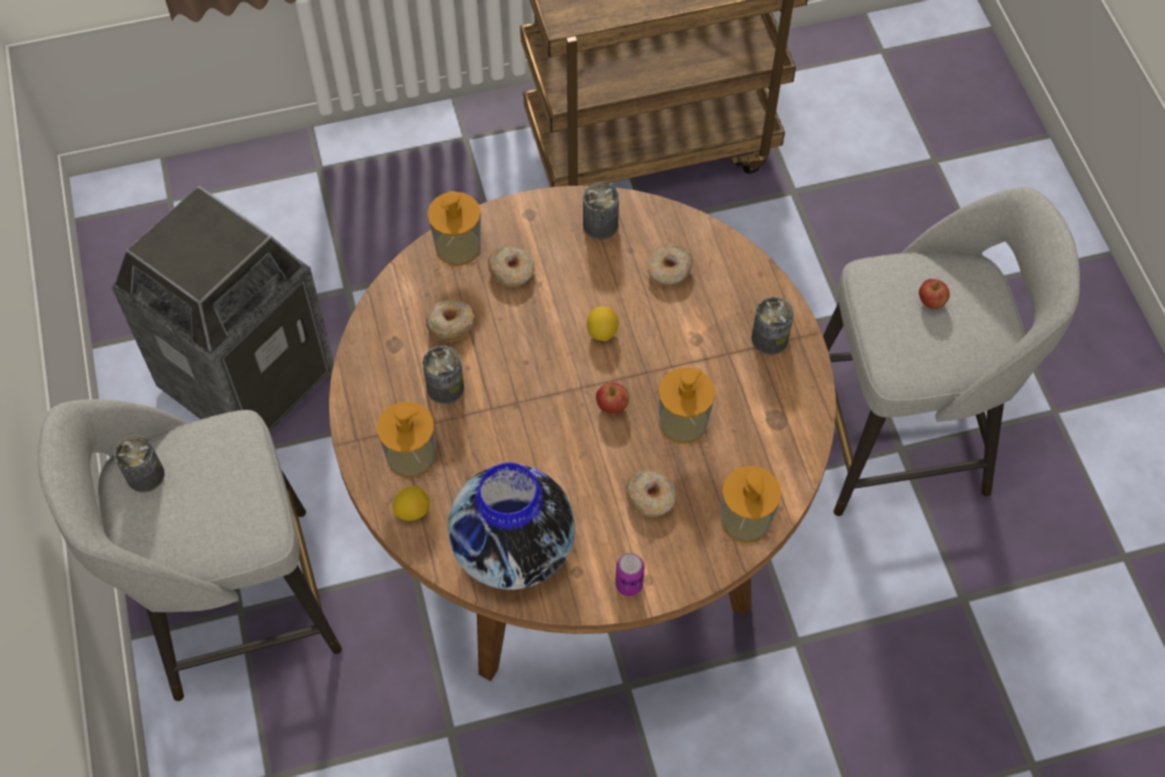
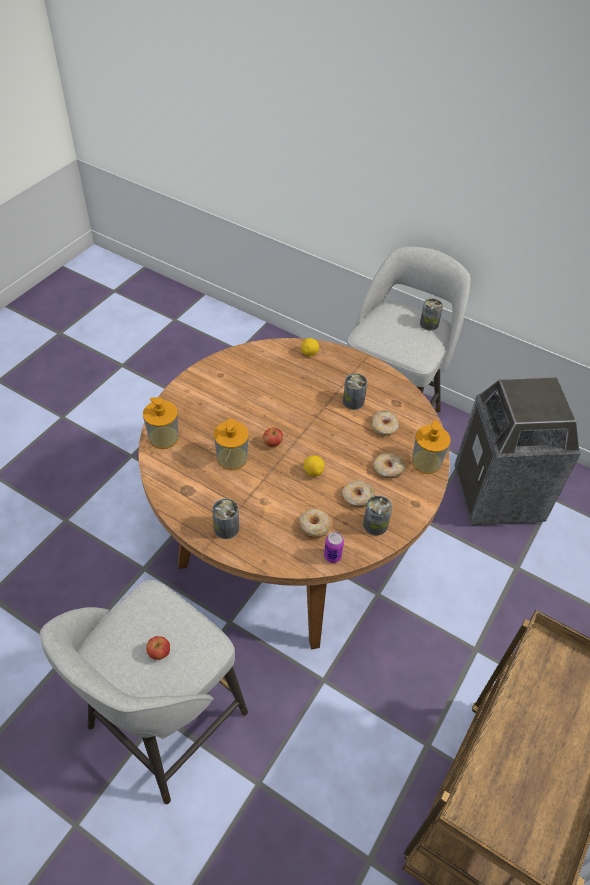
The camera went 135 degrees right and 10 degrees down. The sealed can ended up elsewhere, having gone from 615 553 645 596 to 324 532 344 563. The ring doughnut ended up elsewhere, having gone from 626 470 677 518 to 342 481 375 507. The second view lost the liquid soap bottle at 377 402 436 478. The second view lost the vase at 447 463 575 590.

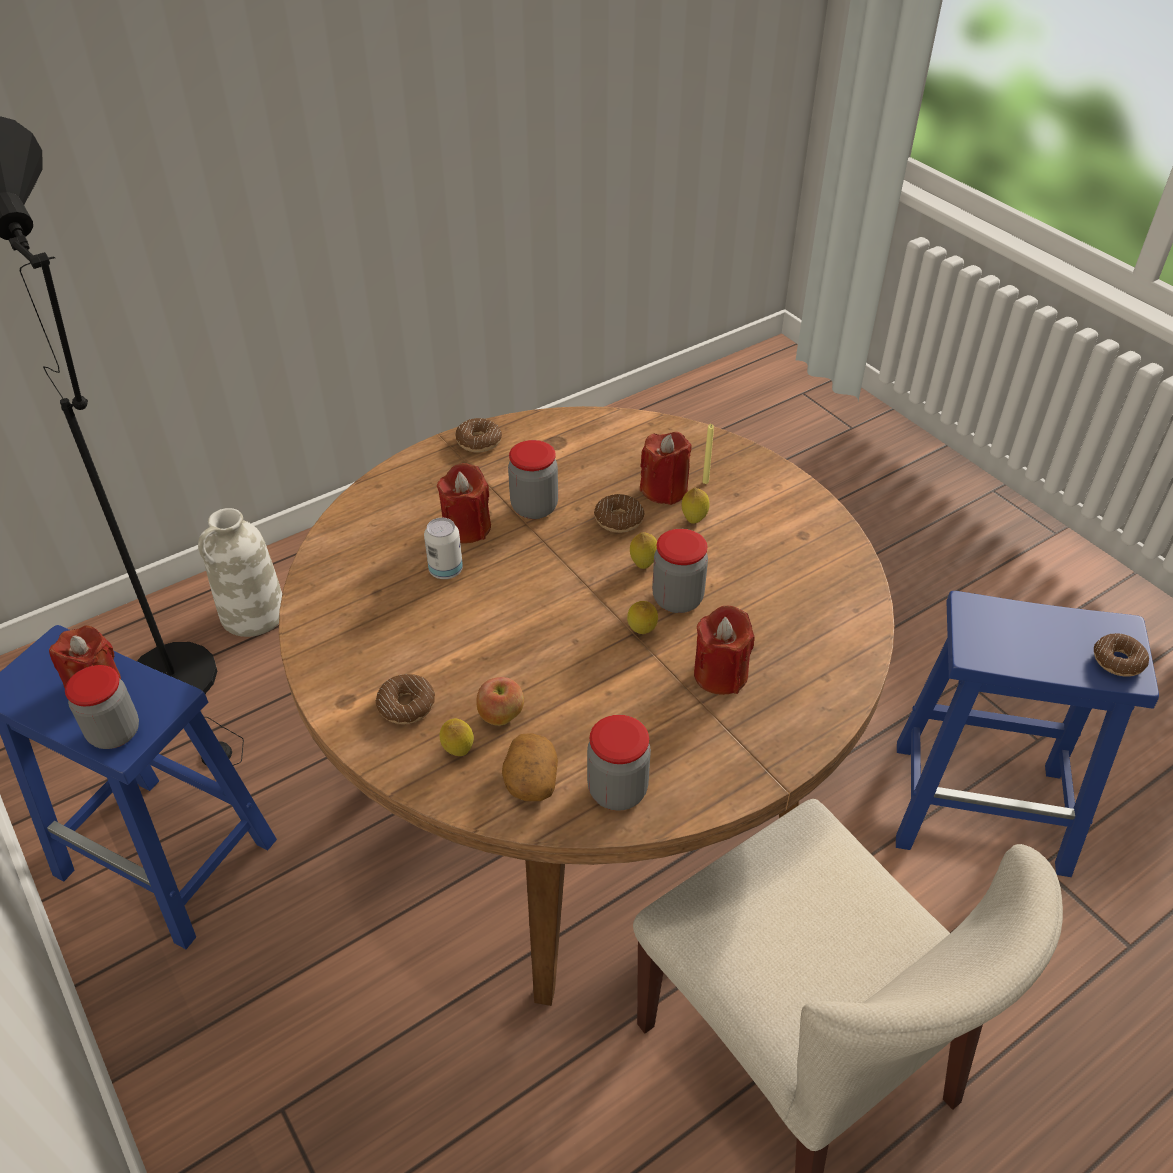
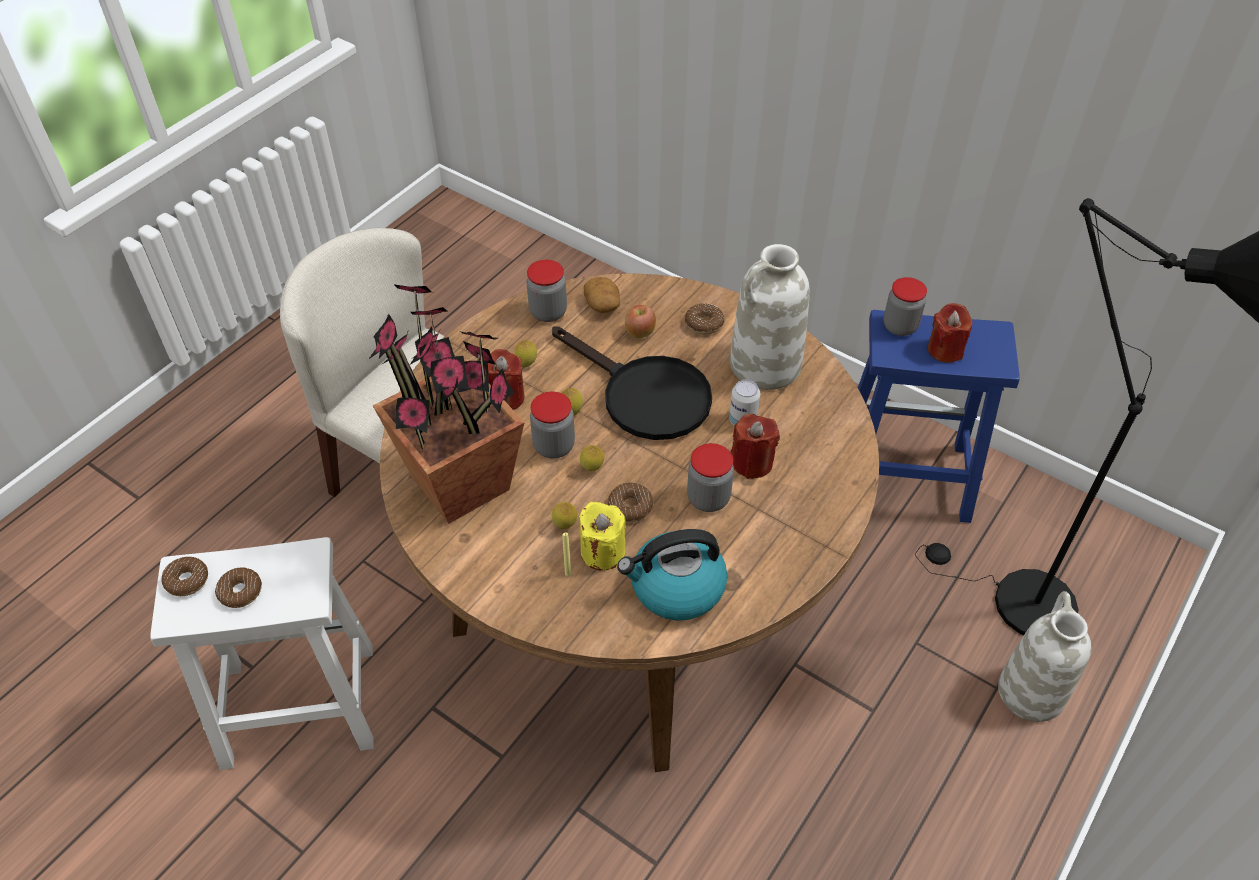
The camera went 160 degrees right and 5 degrees up. What was the bluish stool seat at 896 591 1159 877 turned into the white-coloured stool seat at 150 537 373 770. The ring doughnut ended up elsewhere, having gone from 455 418 502 453 to 215 567 262 608. The second view gained the houseplant at 369 285 524 524. The whole lemon ended up elsewhere, having gone from 439 719 474 756 to 515 340 537 367. The second view gained the black-coloured pan at 552 326 712 440. What was the red candle at 640 432 691 505 turned into the yellow-coloured candle at 579 502 626 571. The second view gained the tea kettle at 617 529 727 621. The second view gained the white-coloured vase at 730 244 810 390.

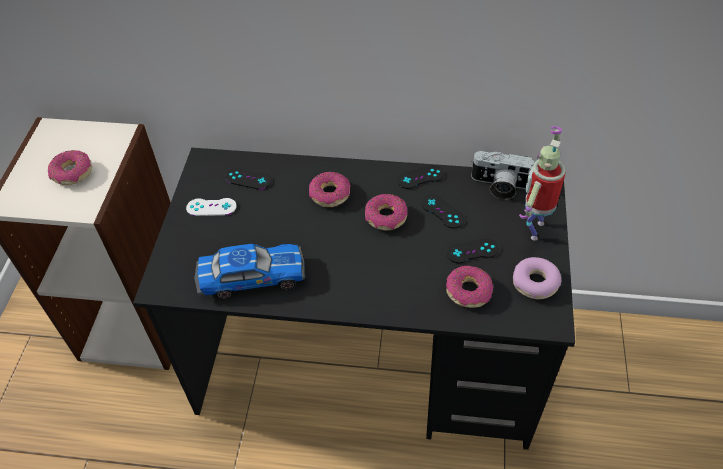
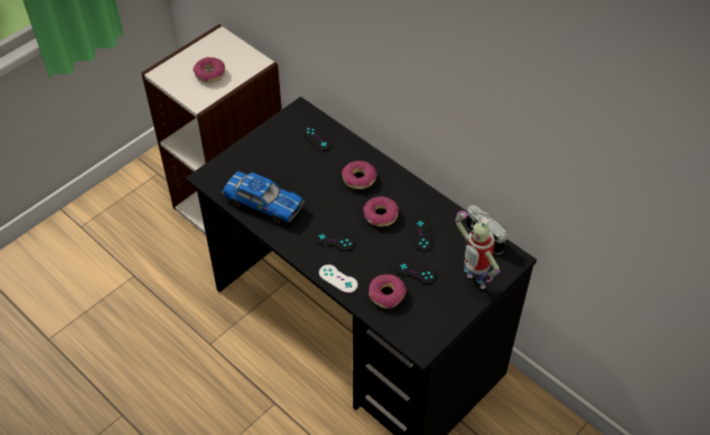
The camera went 35 degrees right and 0 degrees up. The black-coloured game controller ended up elsewhere, having gone from 397 165 444 189 to 314 230 355 251. The white-coloured game controller ended up elsewhere, having gone from 186 198 237 216 to 319 265 358 293. The toy robot at 519 126 565 241 ended up facing another way, 105 degrees counterclockwise from before. The second view lost the ring doughnut at 513 257 561 299.

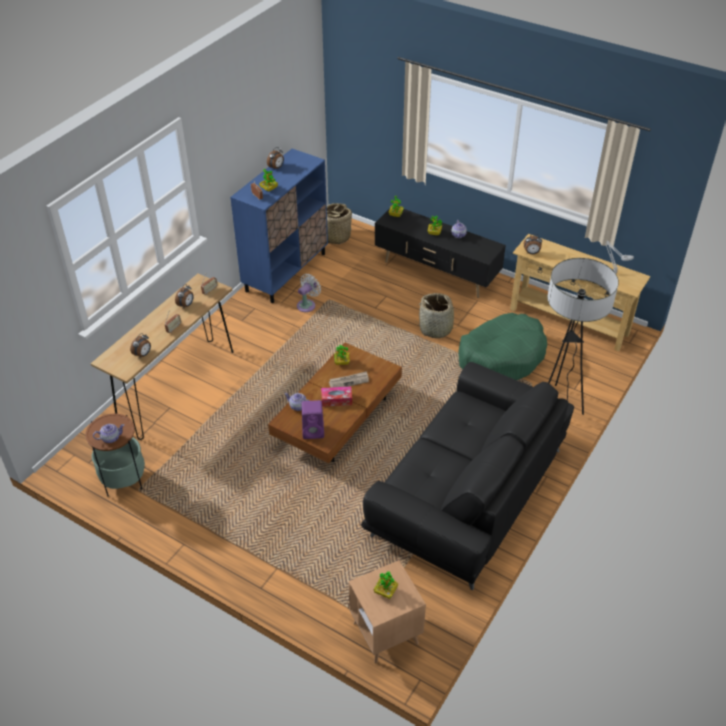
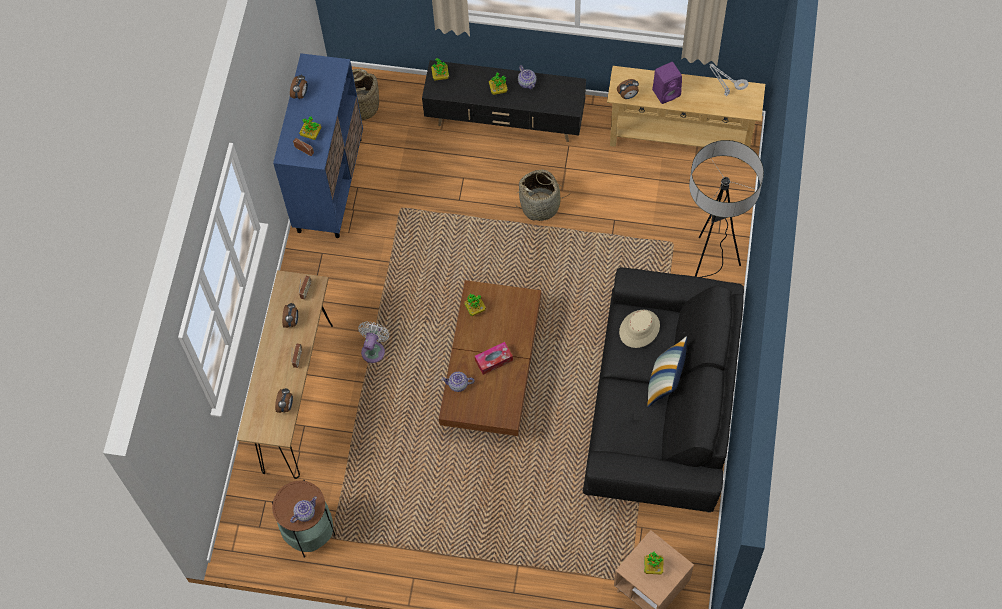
The camera went 20 degrees left and 20 degrees up. The white-coloured electric fan ended up elsewhere, having gone from 297 274 321 312 to 358 322 389 363. The second view gained the sand-coloured wearable hat at 619 310 660 348. The second view gained the throw pillow at 647 336 687 407. The purple-coloured loudspeaker ended up elsewhere, having gone from 302 400 324 439 to 652 62 682 104. The second view lost the daily paper at 329 371 369 387. The second view lost the green-coloured dog cushion at 458 313 547 380.

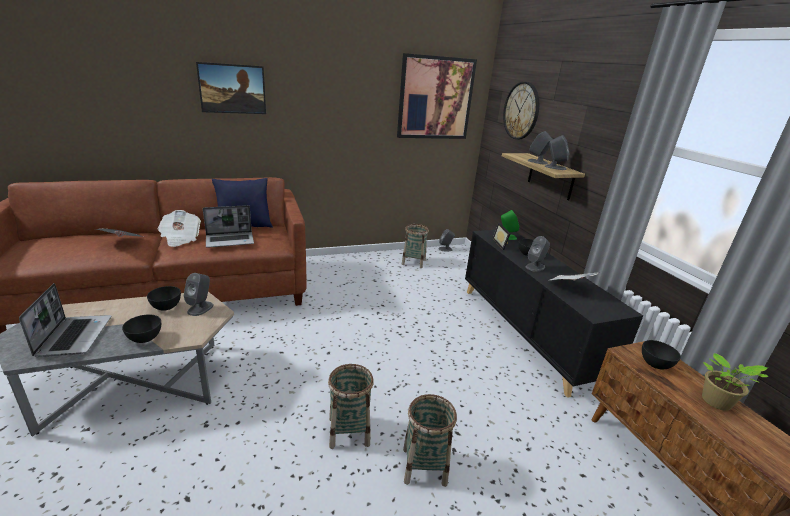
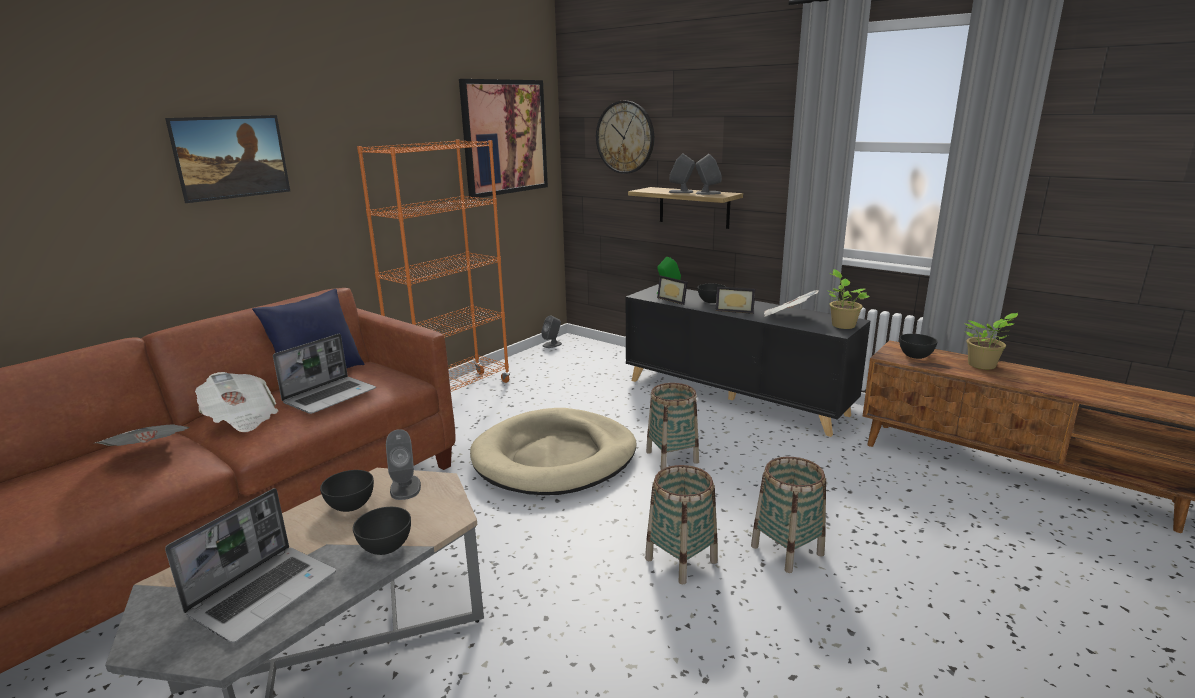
The camera went 30 degrees left and 5 degrees down. The notebook computer at 19 283 111 357 ended up facing another way, 75 degrees clockwise from before. The second view gained the orangey shelving unit at 357 139 510 392. The second view gained the sand-coloured dog cushion at 470 408 637 495. The household basket ended up elsewhere, having gone from 402 224 429 268 to 646 383 699 470. Where the greyish loudspeaker stood at 526 236 550 272, the photo frame came to stand at 715 287 755 314. The second view gained the houseplant at 829 269 869 329.

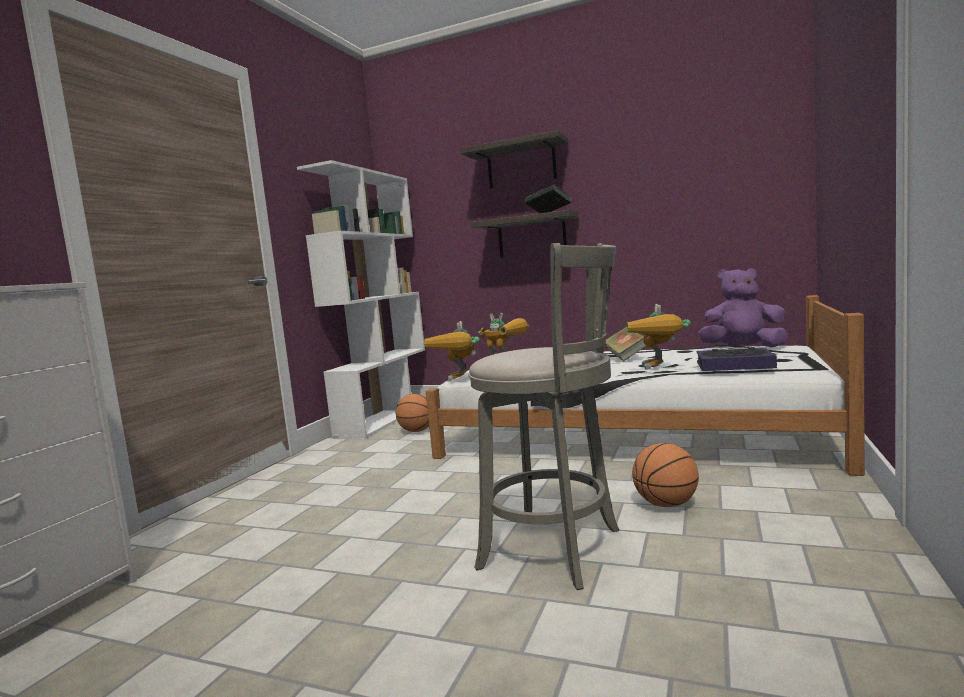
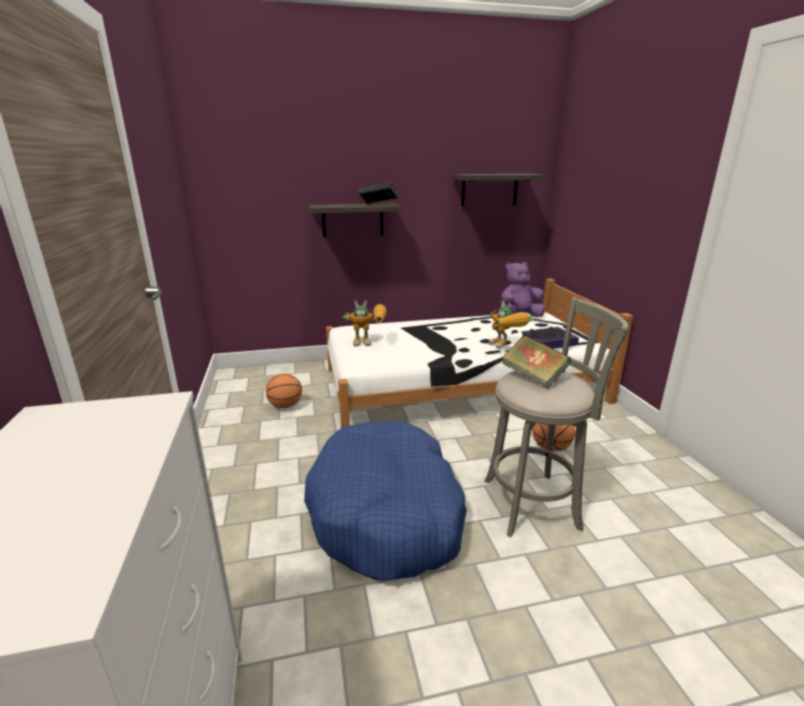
The camera went 35 degrees left and 15 degrees up. The second view gained the bluish dog cushion at 304 420 467 580. The bracket shelf ended up elsewhere, having gone from 460 130 568 189 to 452 174 545 206. The volume ended up elsewhere, having gone from 605 326 647 362 to 502 335 571 389. The second view lost the white-coloured shelving unit at 297 160 425 438. The second view lost the toy robot at 424 321 480 381.

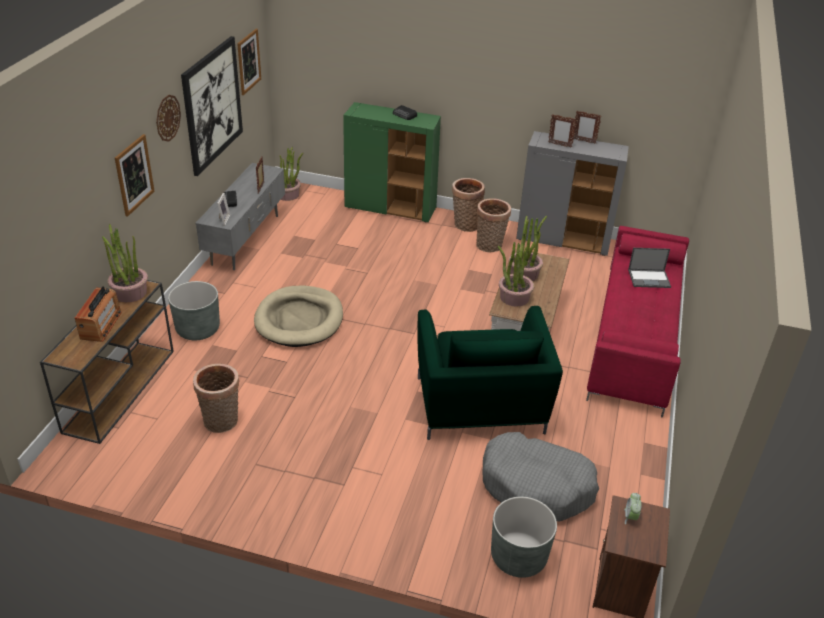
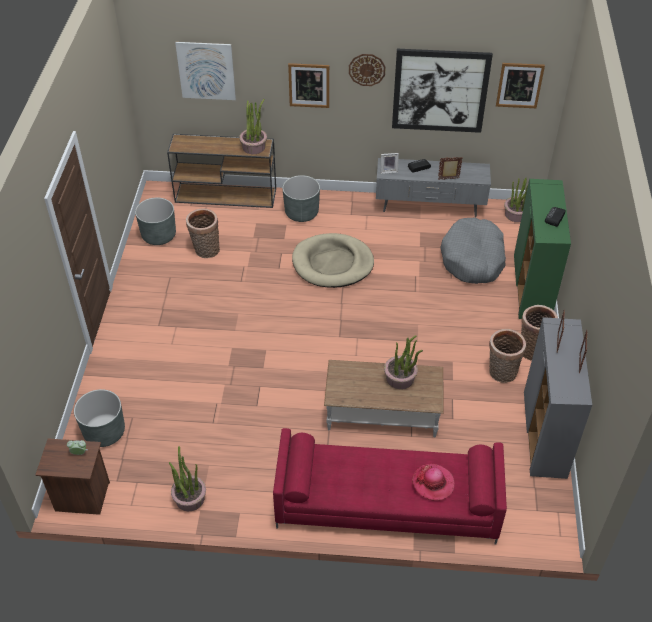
The camera went 80 degrees right and 10 degrees up. The second view gained the greyish flower pot at 135 198 176 245. The houseplant ended up elsewhere, having gone from 498 242 534 307 to 169 446 206 512. The second view gained the wall art at 175 42 236 100. Where the notebook computer stood at 628 248 671 288, the wearable hat came to stand at 412 464 455 501. The greyish dog cushion ended up elsewhere, having gone from 482 432 599 521 to 440 218 506 284. The second view lost the radio at 75 286 122 342. The second view lost the green-coloured armchair at 417 306 563 440.

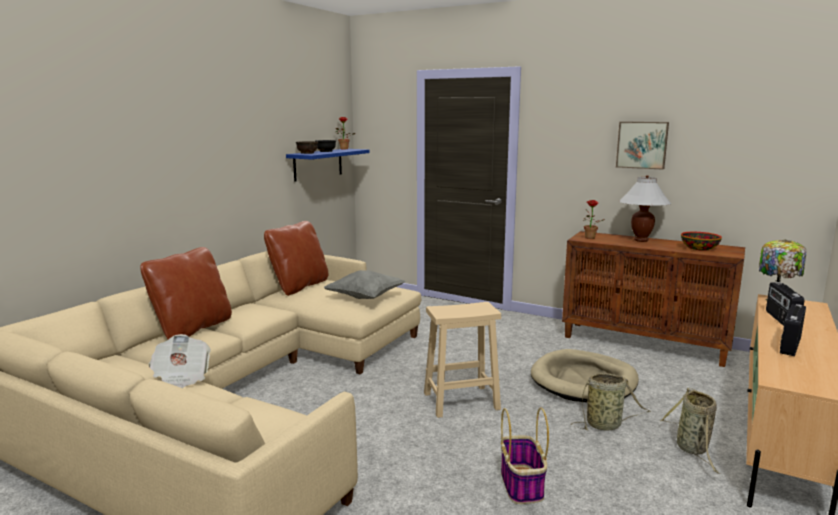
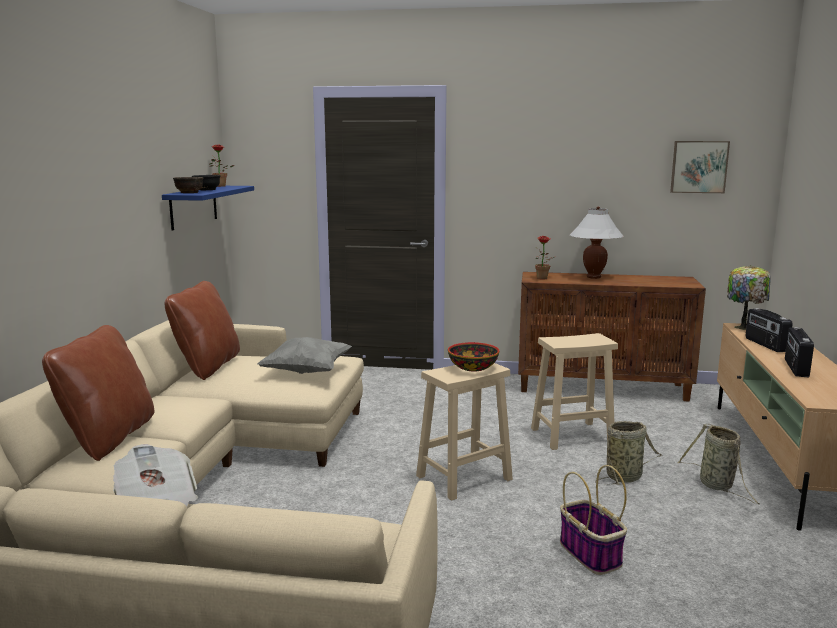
The camera went 20 degrees left and 0 degrees up. The bowl ended up elsewhere, having gone from 681 232 722 251 to 448 342 499 371. Where the sand-coloured dog cushion stood at 531 349 639 402, the sand-coloured stool seat came to stand at 531 333 618 450. The wall art ended up elsewhere, having gone from 616 122 669 170 to 670 141 730 193.

